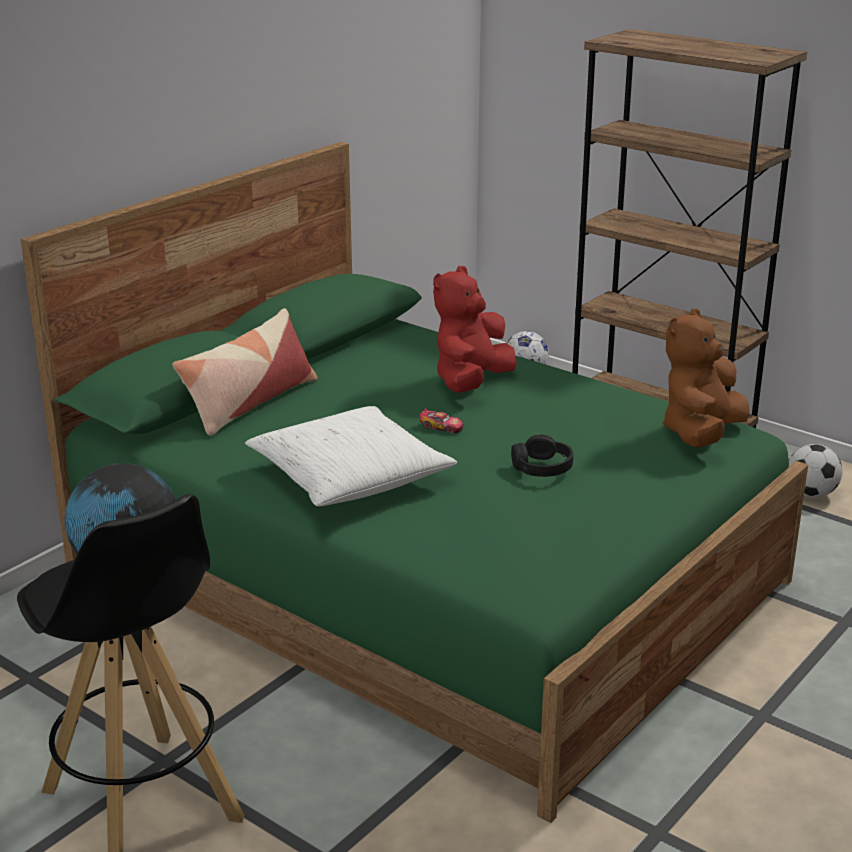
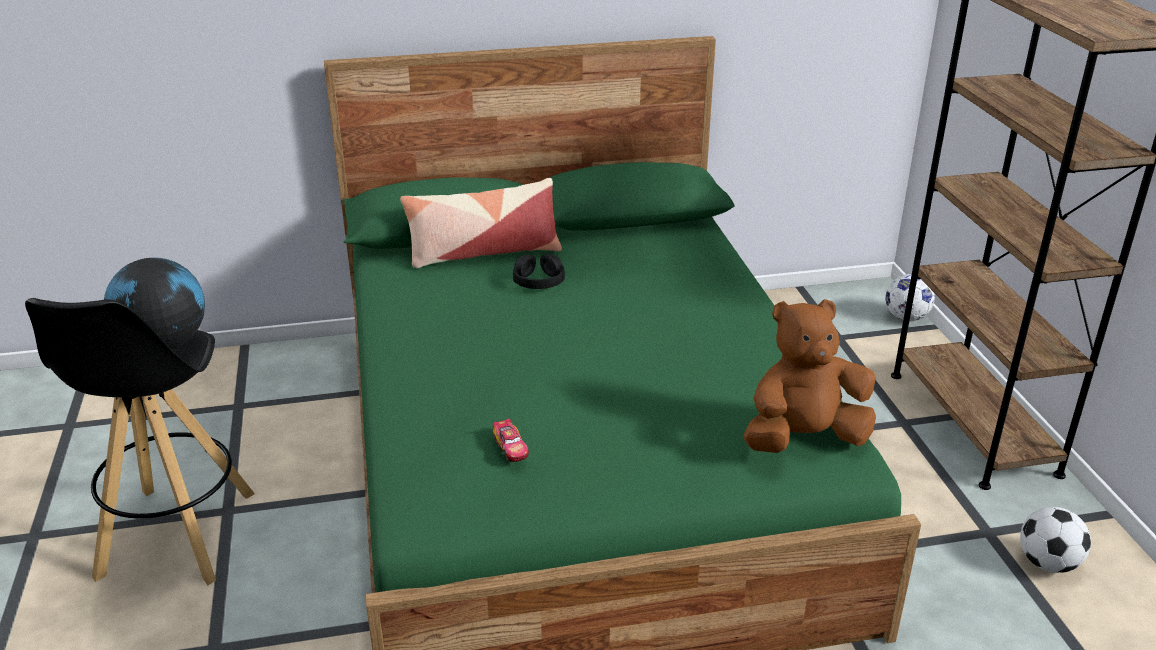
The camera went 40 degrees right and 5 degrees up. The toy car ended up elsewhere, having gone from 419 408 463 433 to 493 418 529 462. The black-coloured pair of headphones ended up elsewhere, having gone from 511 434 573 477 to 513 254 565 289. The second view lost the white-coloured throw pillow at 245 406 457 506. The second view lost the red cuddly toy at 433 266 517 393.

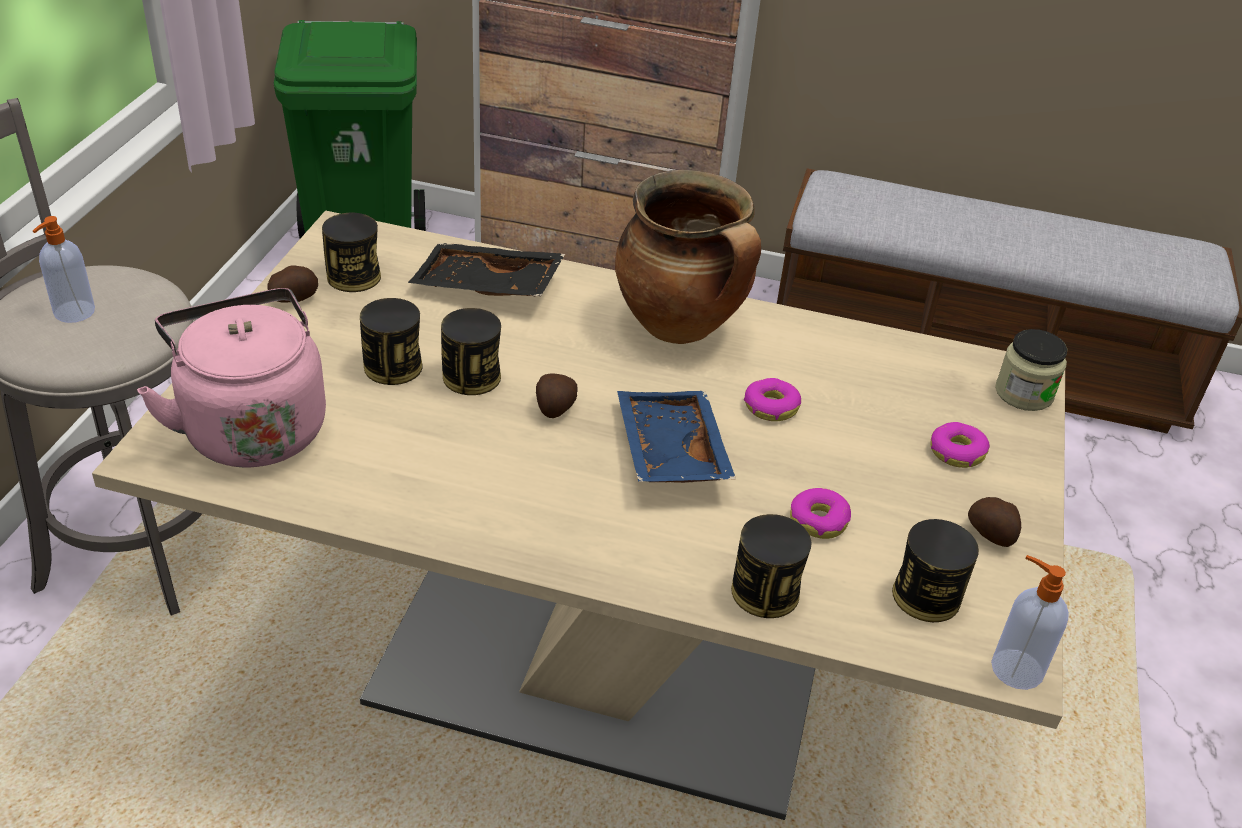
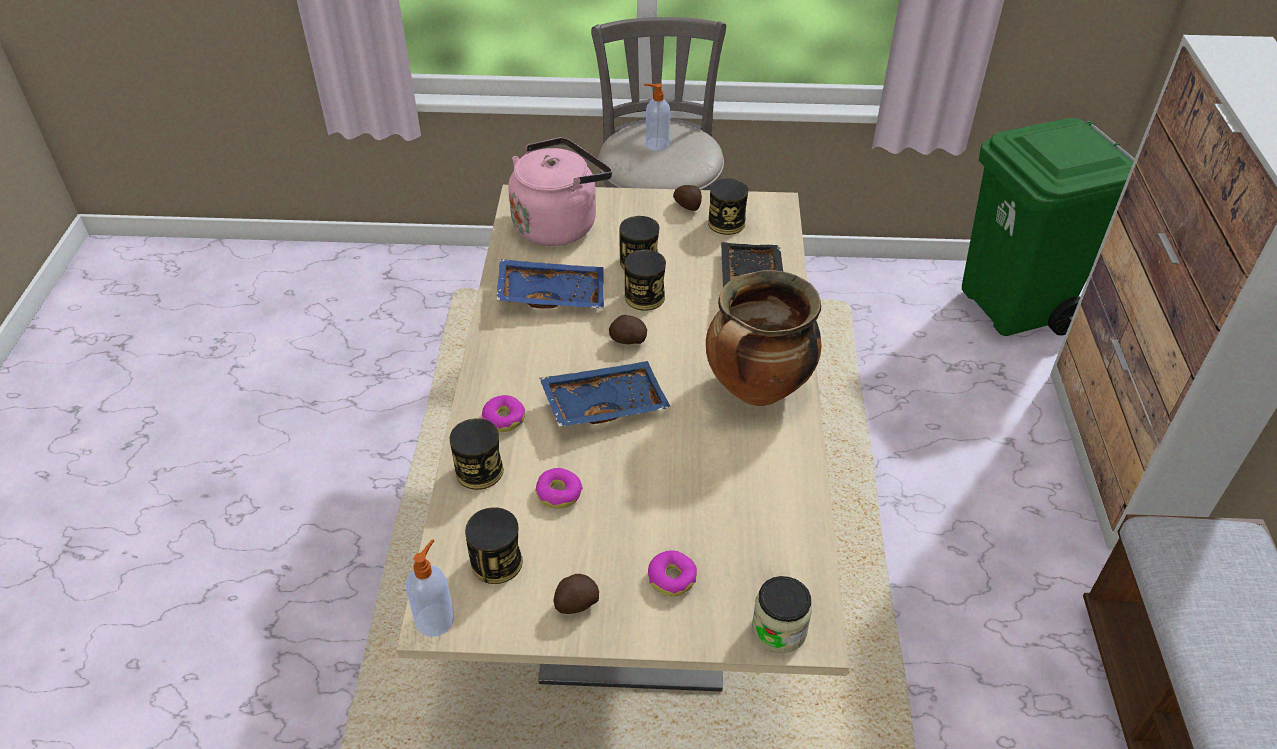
The camera went 80 degrees right and 5 degrees up. The ring doughnut ended up elsewhere, having gone from 744 378 801 421 to 482 395 525 432. The second view gained the bluish carrying tray at 496 259 604 309.

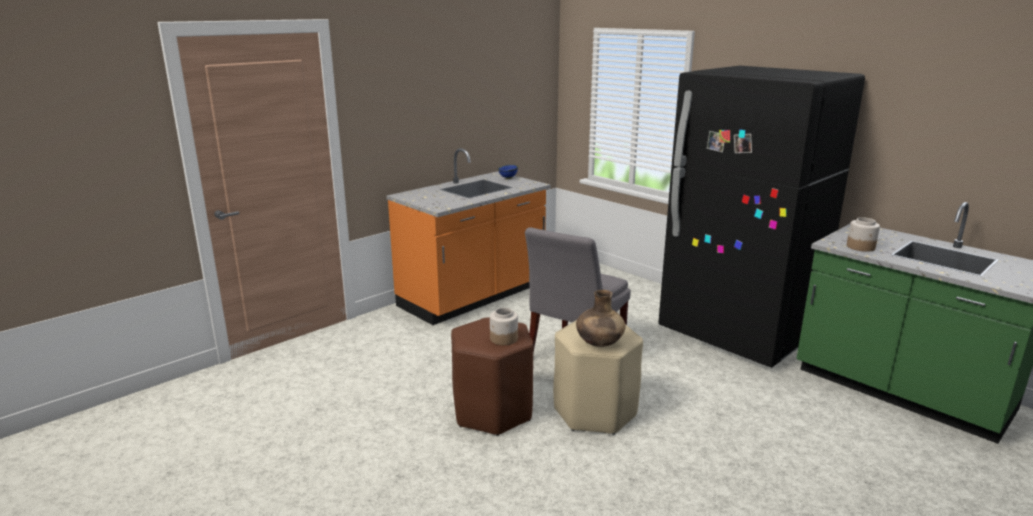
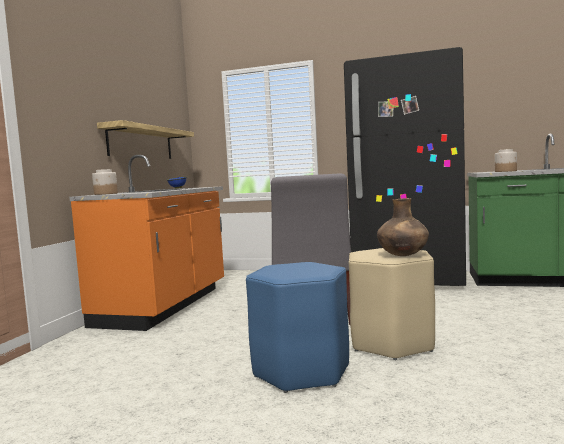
The camera went 30 degrees left and 15 degrees down. The storage jar ended up elsewhere, having gone from 490 308 518 345 to 92 169 118 195. The second view gained the bracket shelf at 97 120 194 159. What was the brown-coloured stool seat at 451 317 533 436 turned into the bluish stool seat at 246 262 349 393.

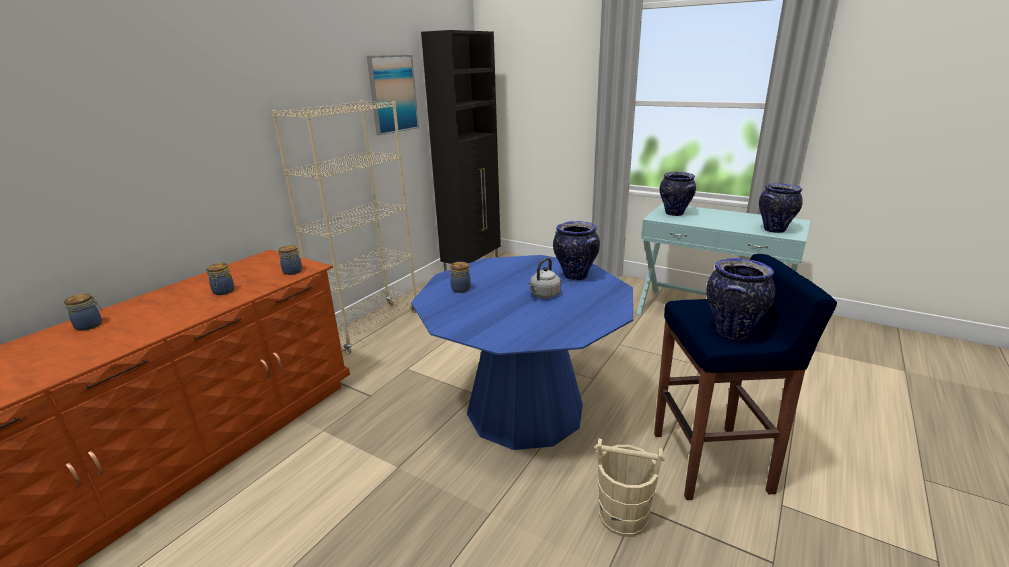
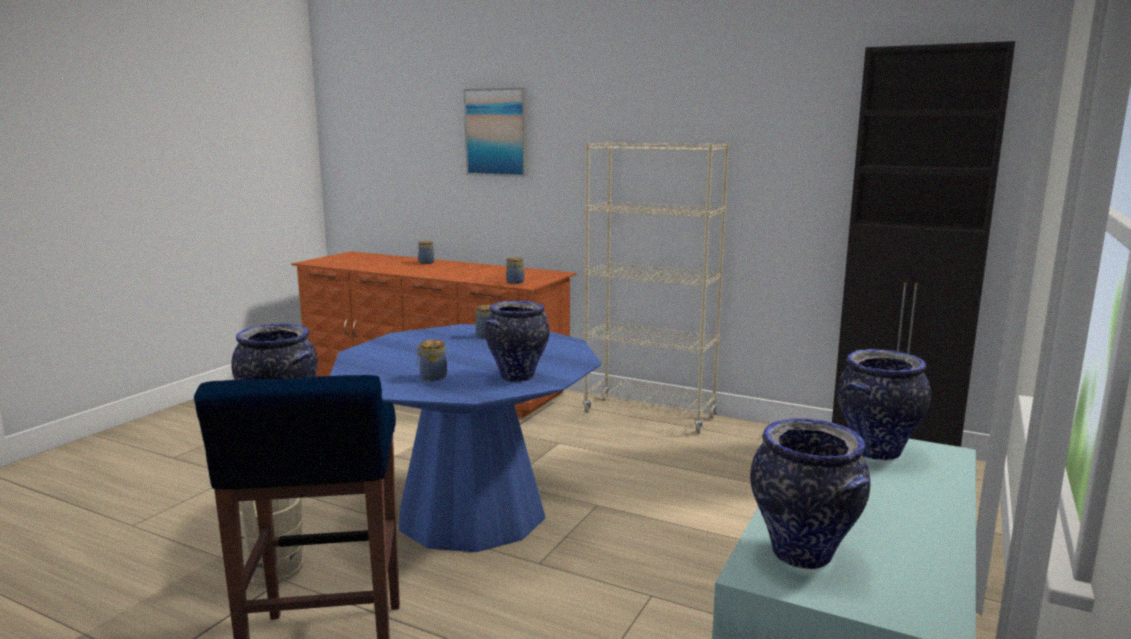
The camera went 85 degrees right and 10 degrees down. The storage jar ended up elsewhere, having gone from 206 263 234 295 to 416 340 447 381. The wall art ended up elsewhere, having gone from 367 55 419 135 to 464 88 527 177. The second view lost the greyish tea kettle at 528 258 561 298.

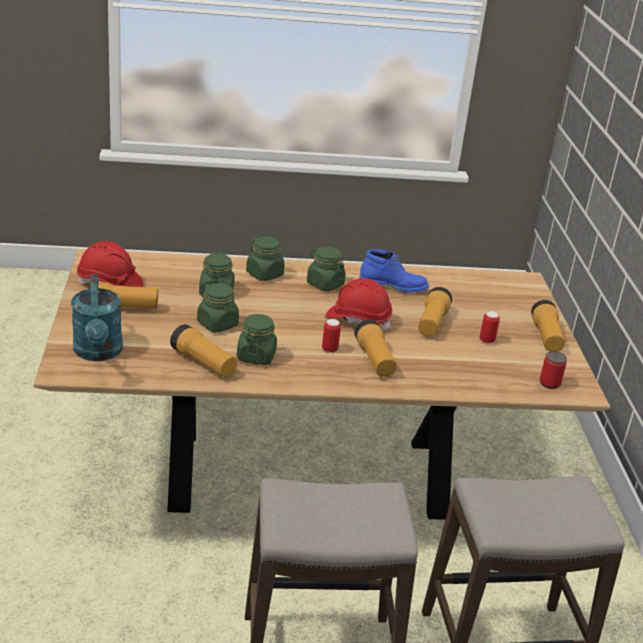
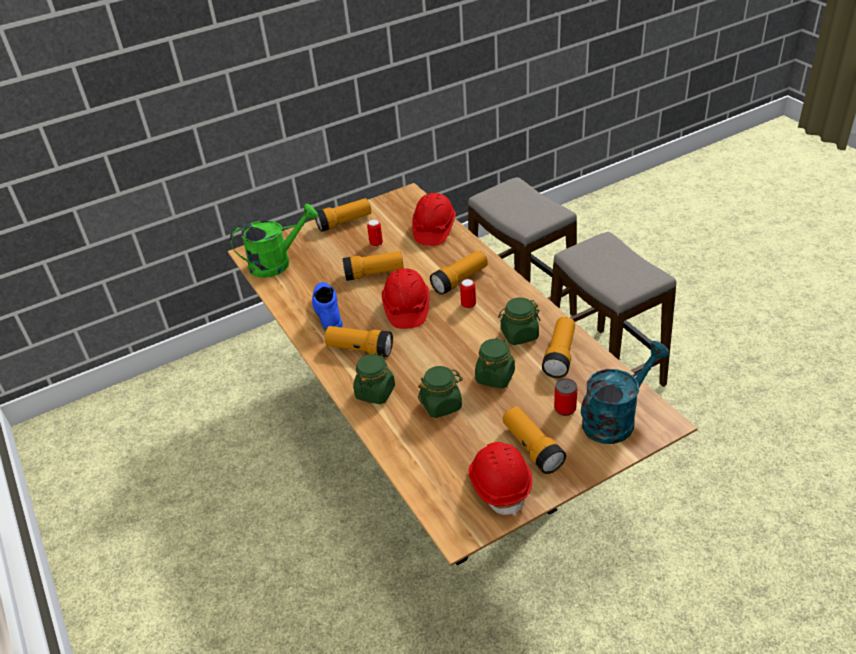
The camera went 110 degrees left and 10 degrees up. The second view gained the green-coloured watering can at 230 204 318 278. Where the green-coloured storage jar stood at 307 247 345 291, the torch came to stand at 324 326 393 357. The second view gained the red safety helmet at 412 193 456 246. The sealed can ended up elsewhere, having gone from 540 351 567 389 to 554 379 577 416.

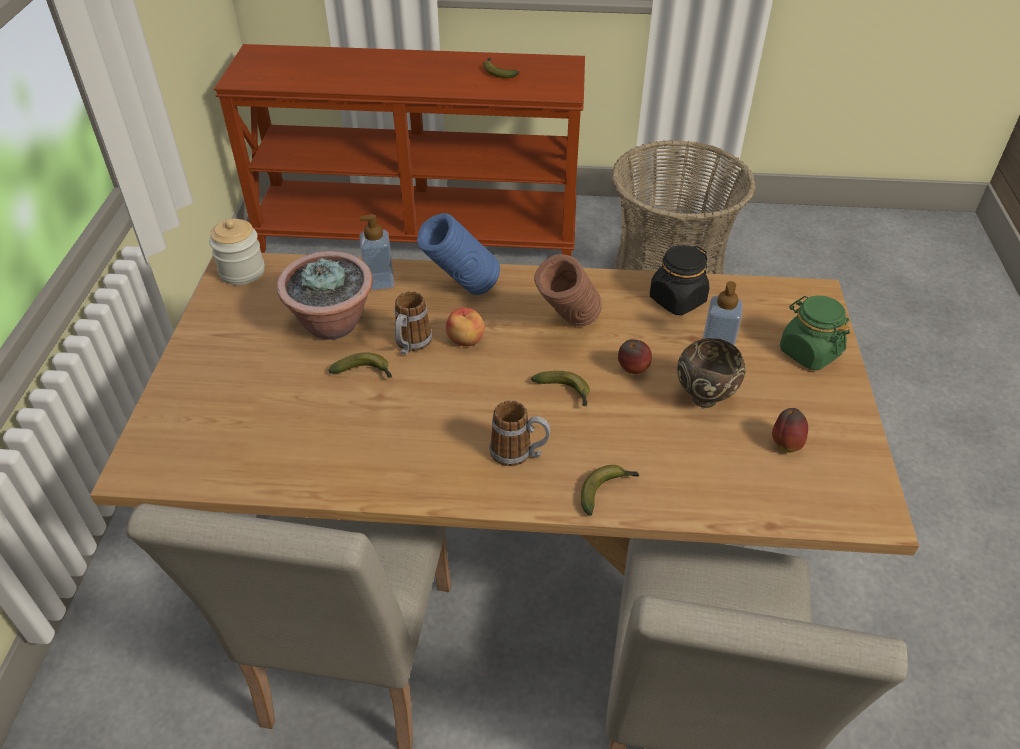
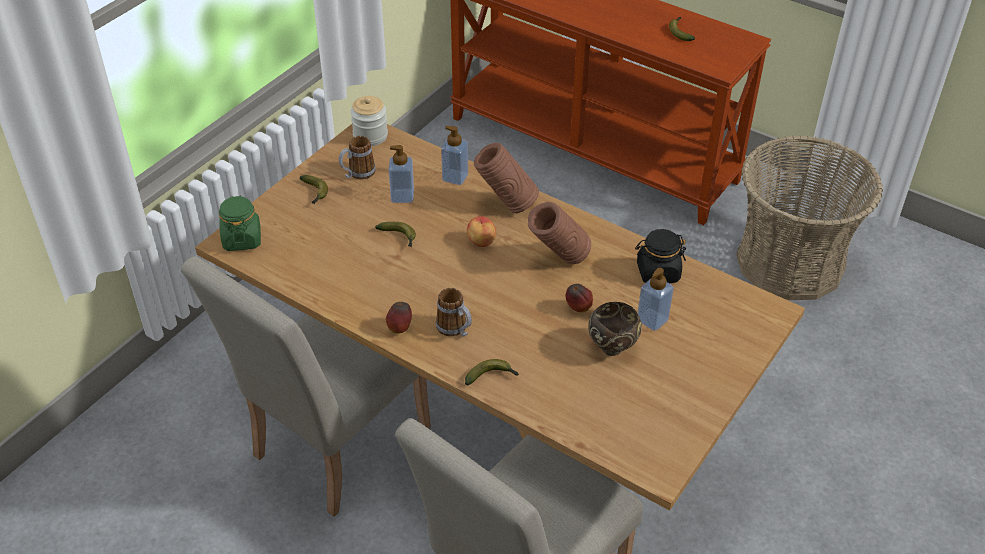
The camera went 30 degrees right and 0 degrees up. The green-coloured storage jar ended up elsewhere, having gone from 780 296 850 370 to 219 195 261 251. The whole banana ended up elsewhere, having gone from 531 371 590 407 to 300 175 328 204. The coffee mug ended up elsewhere, having gone from 395 291 432 354 to 339 136 376 179. The apple ended up elsewhere, having gone from 772 408 808 452 to 386 302 412 334. Where the houseplant stood at 277 251 373 340, the liquid soap bottle came to stand at 388 145 414 203. What was the bluish vase at 417 213 500 295 turned into the brown-coloured vase at 474 143 539 213.

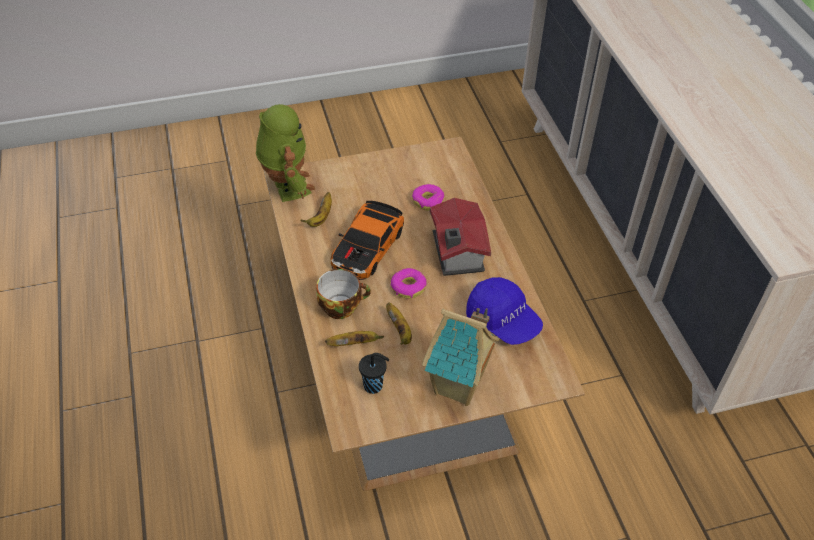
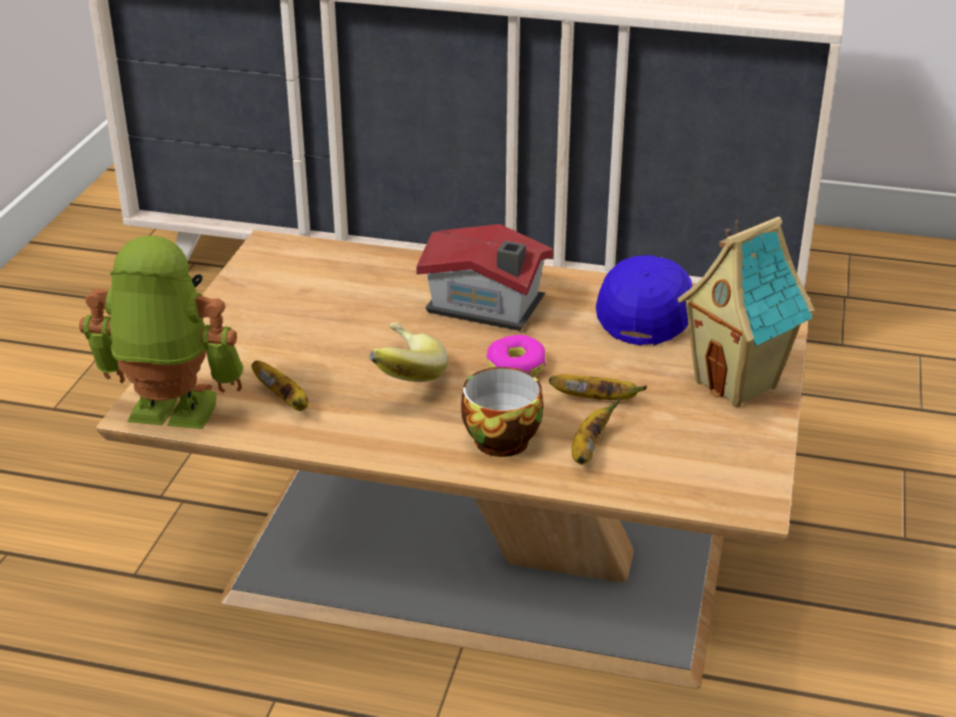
The camera went 60 degrees left and 15 degrees down. Where the toy car stood at 331 201 404 280, the whole banana came to stand at 369 322 448 382. The bluish cap at 466 277 543 345 ended up facing another way, 60 degrees counterclockwise from before. The second view lost the black-coloured cup at 359 353 389 394. The second view lost the ring doughnut at 412 184 444 211.

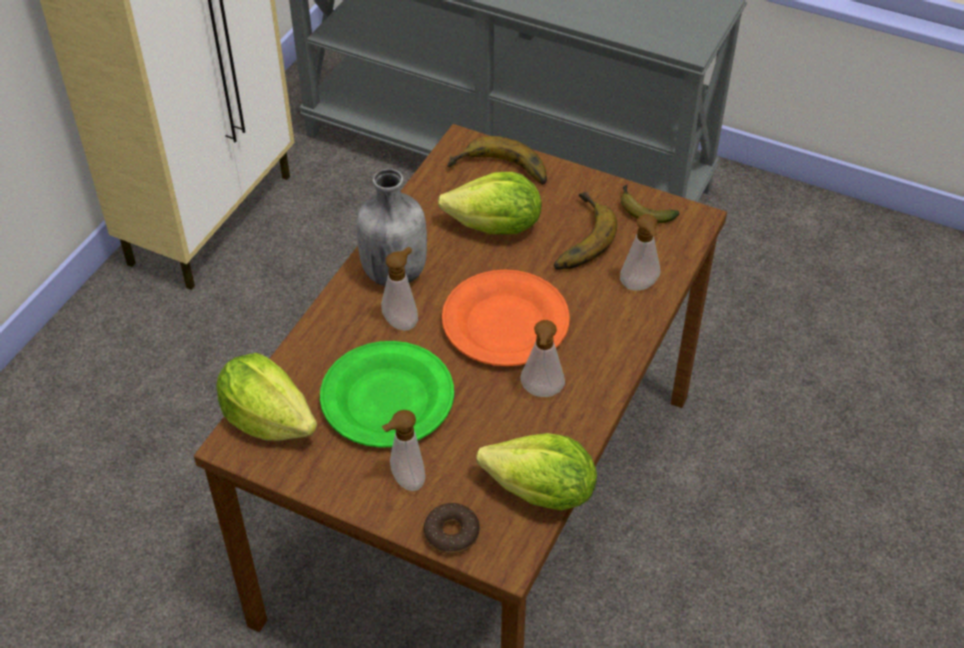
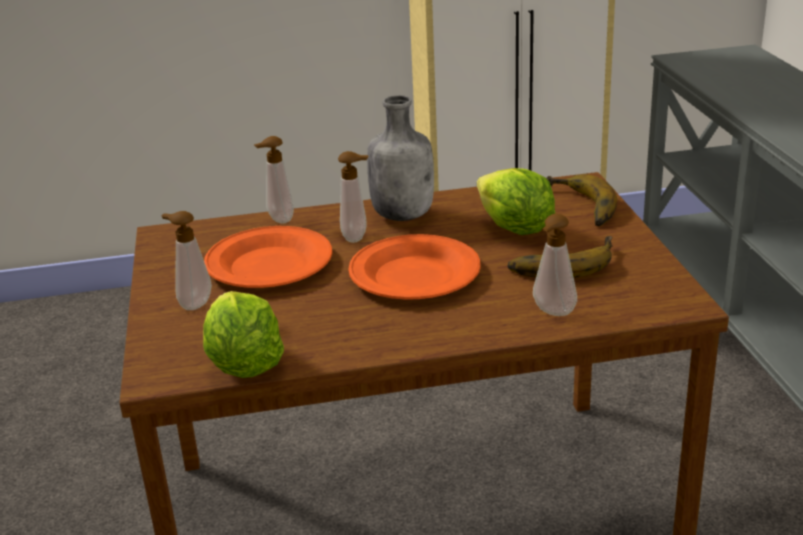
The camera went 55 degrees right and 20 degrees down. What was the green-coloured plate at 320 341 454 448 turned into the orangey plate at 204 226 332 288. The liquid soap bottle ended up elsewhere, having gone from 520 320 565 397 to 254 136 294 224. The second view lost the lettuce at 216 353 317 441. The second view lost the ring doughnut at 424 503 480 554. The second view lost the whole banana at 621 185 679 223.

